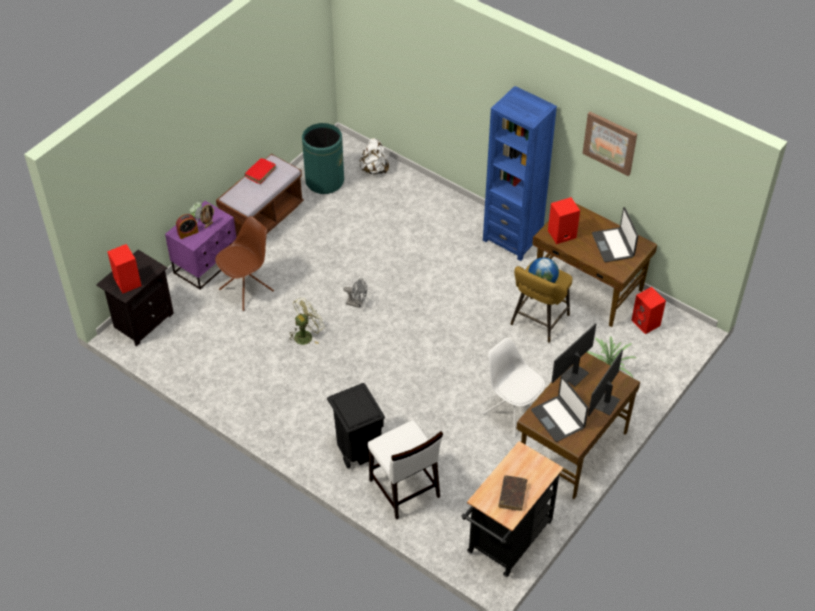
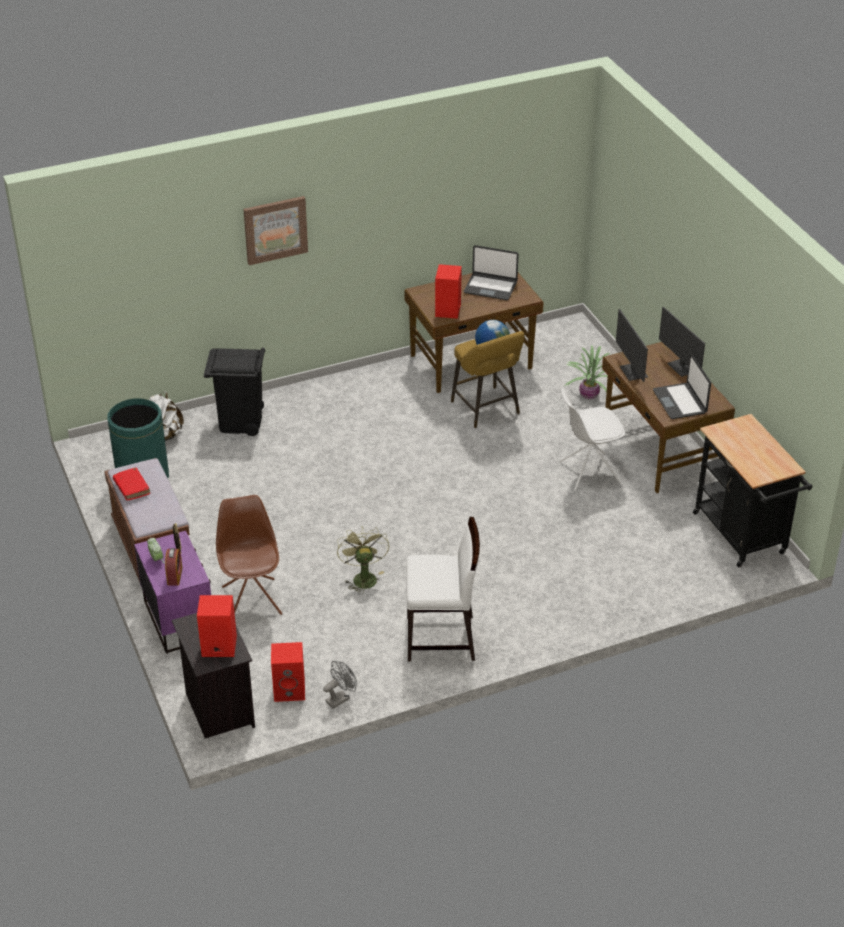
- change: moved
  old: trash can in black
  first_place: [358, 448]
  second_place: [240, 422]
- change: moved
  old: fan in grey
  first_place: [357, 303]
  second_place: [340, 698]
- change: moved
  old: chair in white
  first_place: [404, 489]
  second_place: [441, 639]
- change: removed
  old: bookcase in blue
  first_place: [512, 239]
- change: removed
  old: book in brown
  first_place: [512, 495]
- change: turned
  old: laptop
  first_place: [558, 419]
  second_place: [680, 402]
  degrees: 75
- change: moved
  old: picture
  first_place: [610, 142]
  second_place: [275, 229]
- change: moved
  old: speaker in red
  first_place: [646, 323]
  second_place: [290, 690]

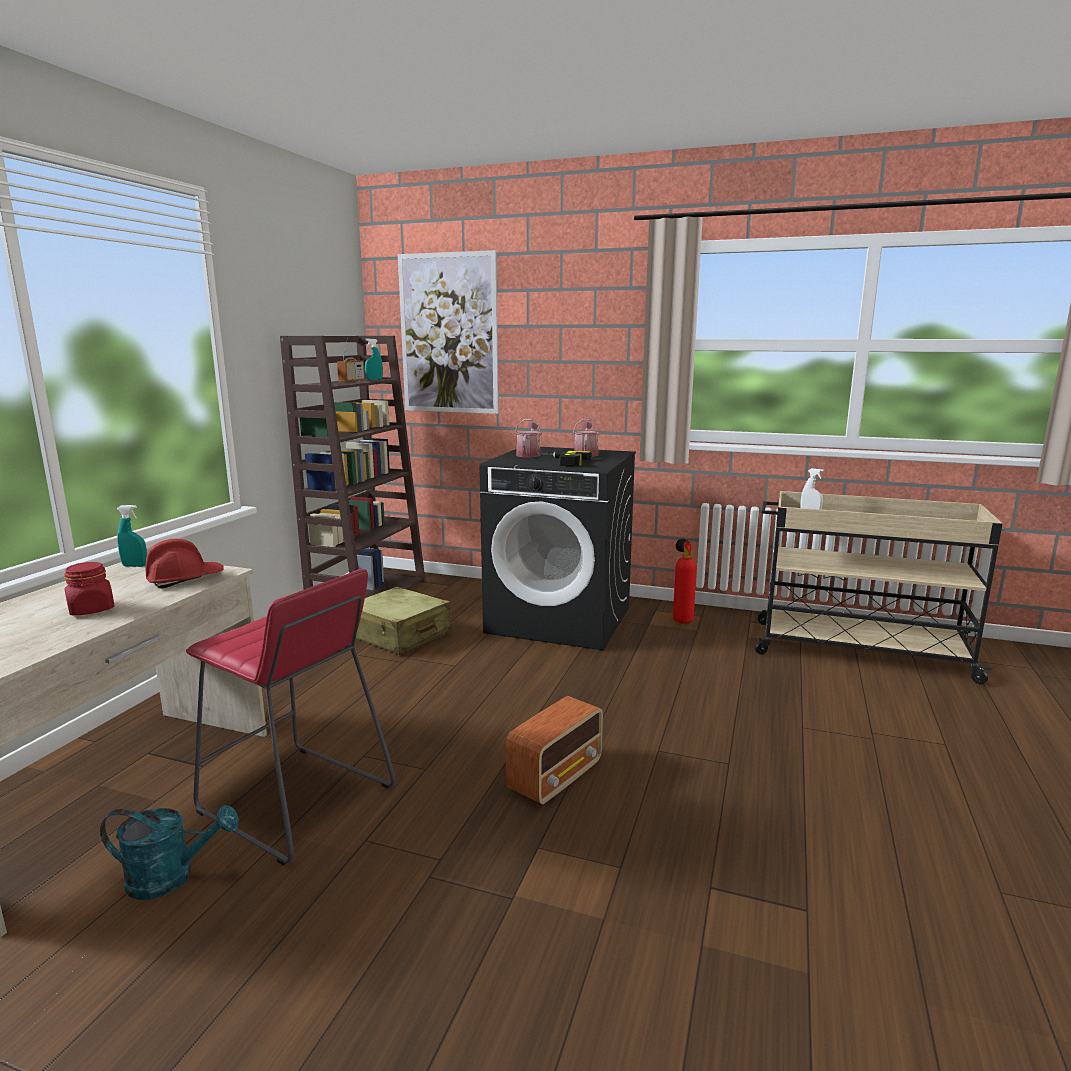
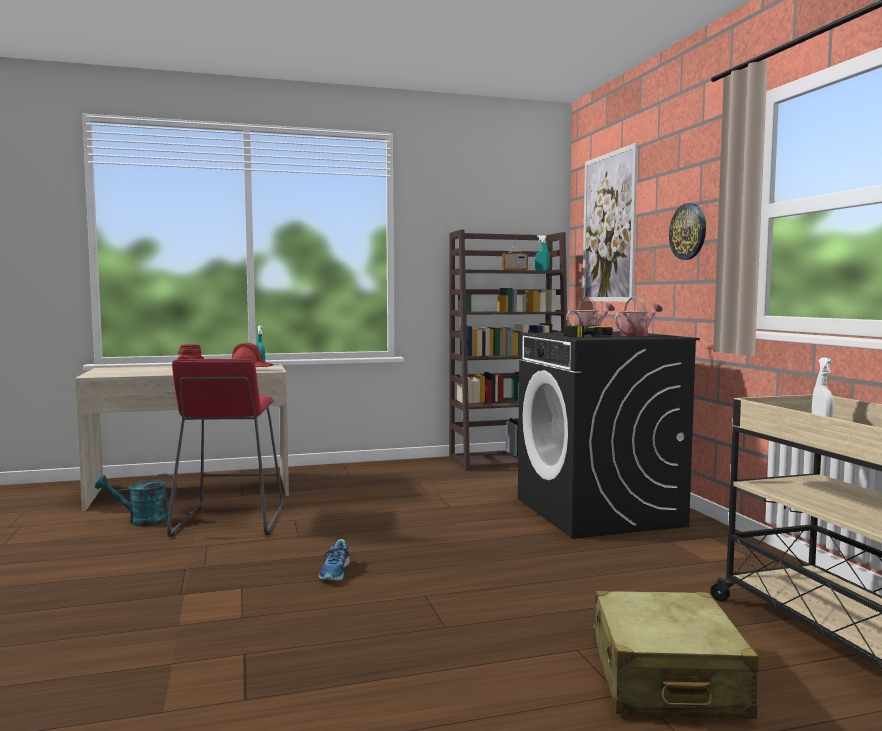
- change: turned
  old: watering can in turquoise
  first_place: [172, 877]
  second_place: [141, 521]
  degrees: 120
- change: moved
  old: suitcase in beige
  first_place: [399, 635]
  second_place: [666, 679]
- change: replaced
  old: radio
  new: shoe
  first_place: [556, 777]
  second_place: [336, 572]
- change: removed
  old: fire extinguisher
  first_place: [681, 620]
- change: added
  new: wall clock
  second_place: [688, 231]

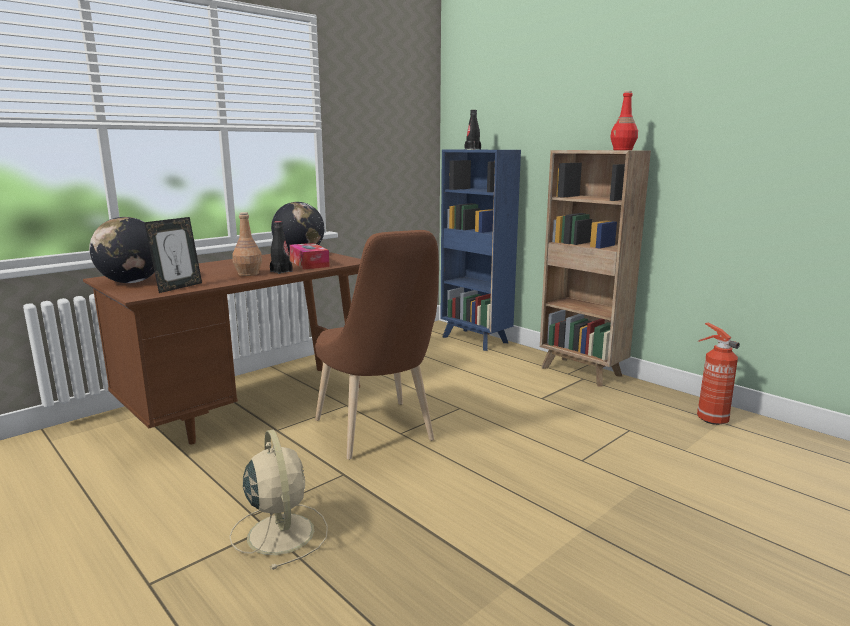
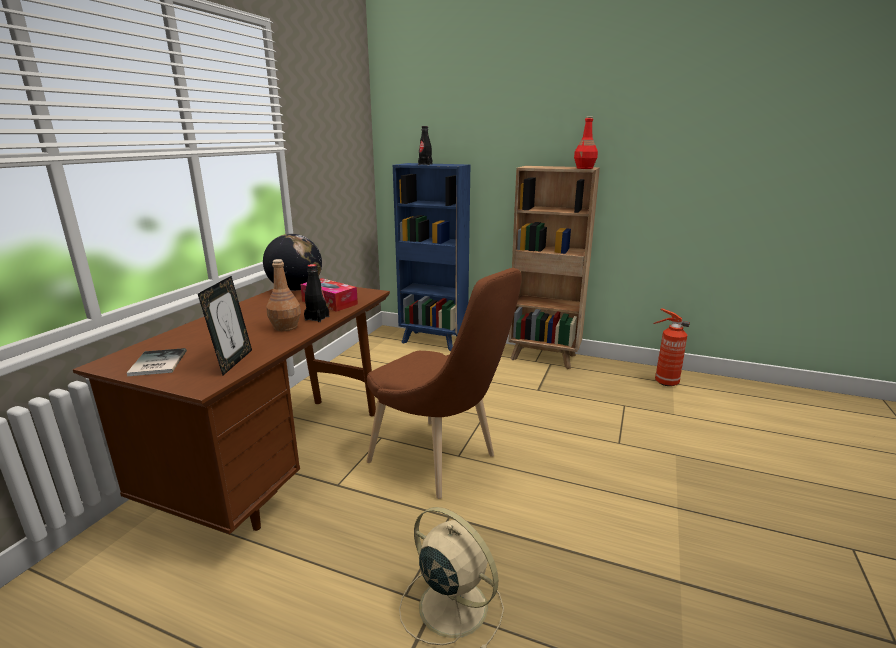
- change: replaced
  old: globe
  new: book
  first_place: [131, 282]
  second_place: [156, 364]

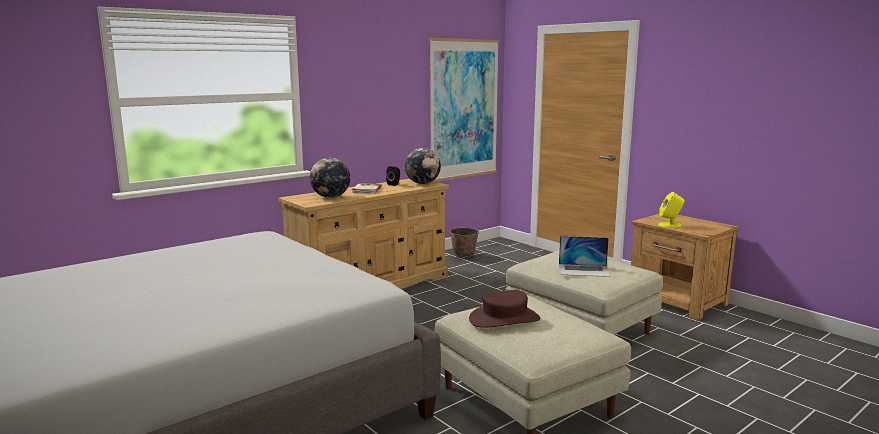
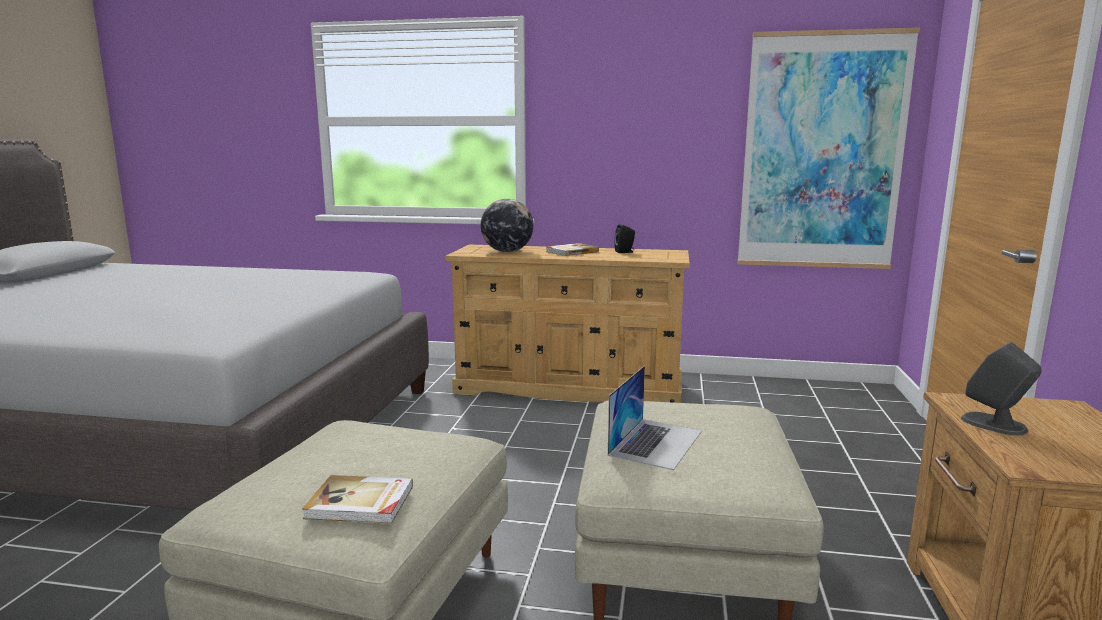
- change: removed
  old: globe
  first_place: [422, 183]
- change: removed
  old: planter
  first_place: [463, 256]
- change: removed
  old: hat in brown
  first_place: [504, 319]
- change: turned
  old: laptop
  first_place: [584, 270]
  second_place: [656, 442]
  degrees: -120
- change: recoloured
  old: speaker in yellow
  new: speaker in grey
  first_place: [670, 225]
  second_place: [994, 424]
- change: added
  new: book
  second_place: [360, 503]

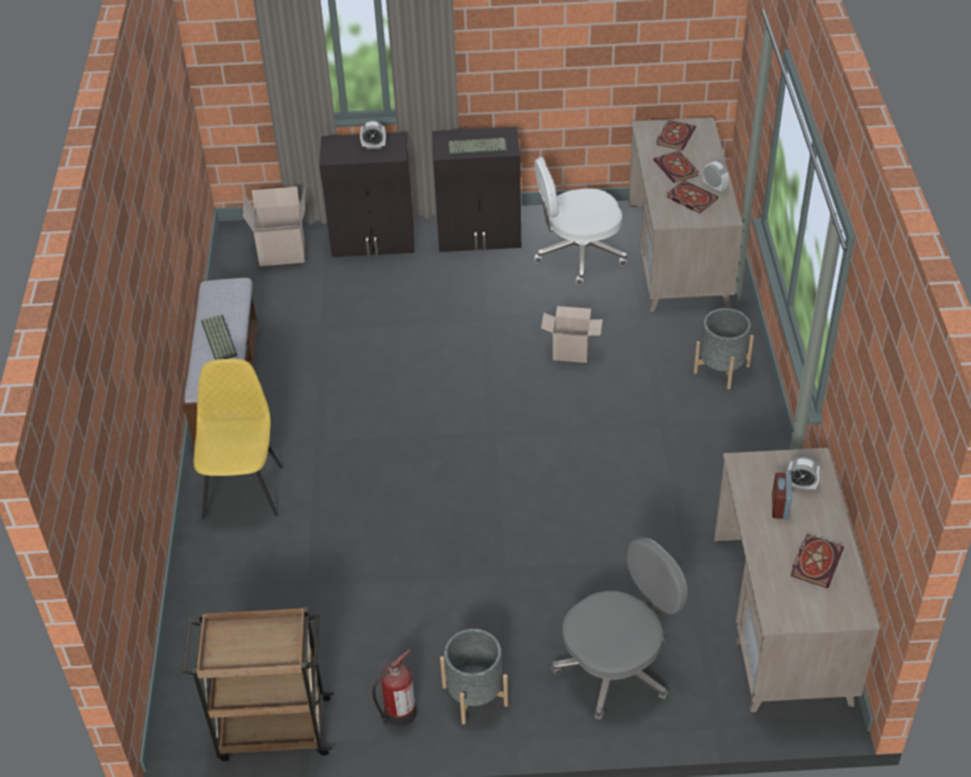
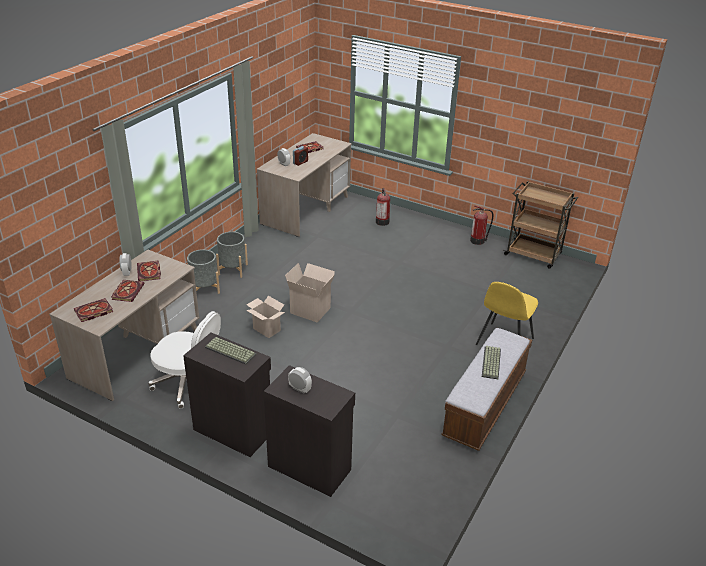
- change: moved
  old: cardboard box
  first_place: [281, 253]
  second_place: [311, 310]
- change: moved
  old: planter in grey
  first_place: [475, 695]
  second_place: [233, 269]
- change: replaced
  old: office chair in grey
  new: fire extinguisher
  first_place: [616, 668]
  second_place: [382, 221]

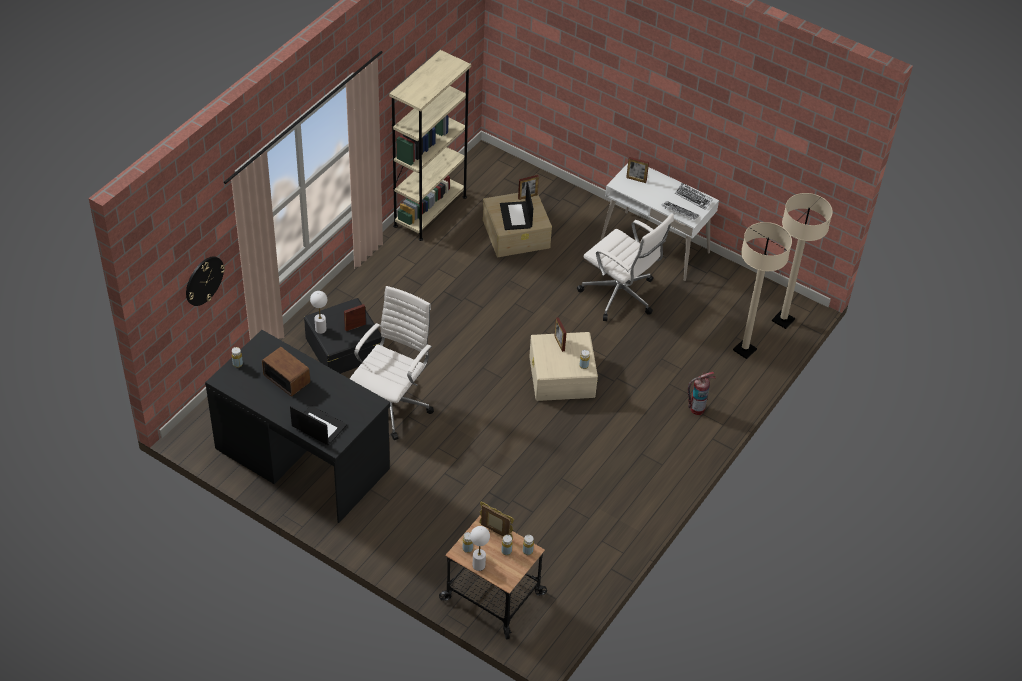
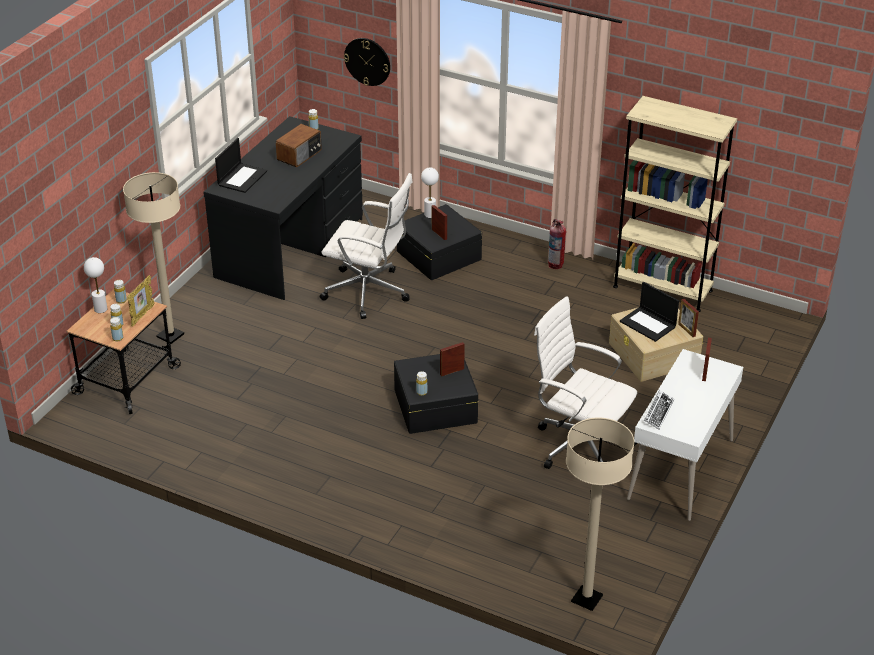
- change: turned
  old: laptop
  first_place: [516, 216]
  second_place: [648, 324]
  degrees: -120
- change: recoloured
  old: storage box in beige
  new: storage box in black
  first_place: [561, 377]
  second_place: [434, 405]
- change: turned
  old: office chair in white
  first_place: [620, 296]
  second_place: [580, 444]
  degrees: 90
- change: removed
  old: keyboard
  first_place: [693, 198]
- change: moved
  old: fire extinguisher
  first_place: [697, 409]
  second_place: [556, 264]
- change: moved
  old: floor lamp in beige
  first_place: [744, 350]
  second_place: [170, 336]

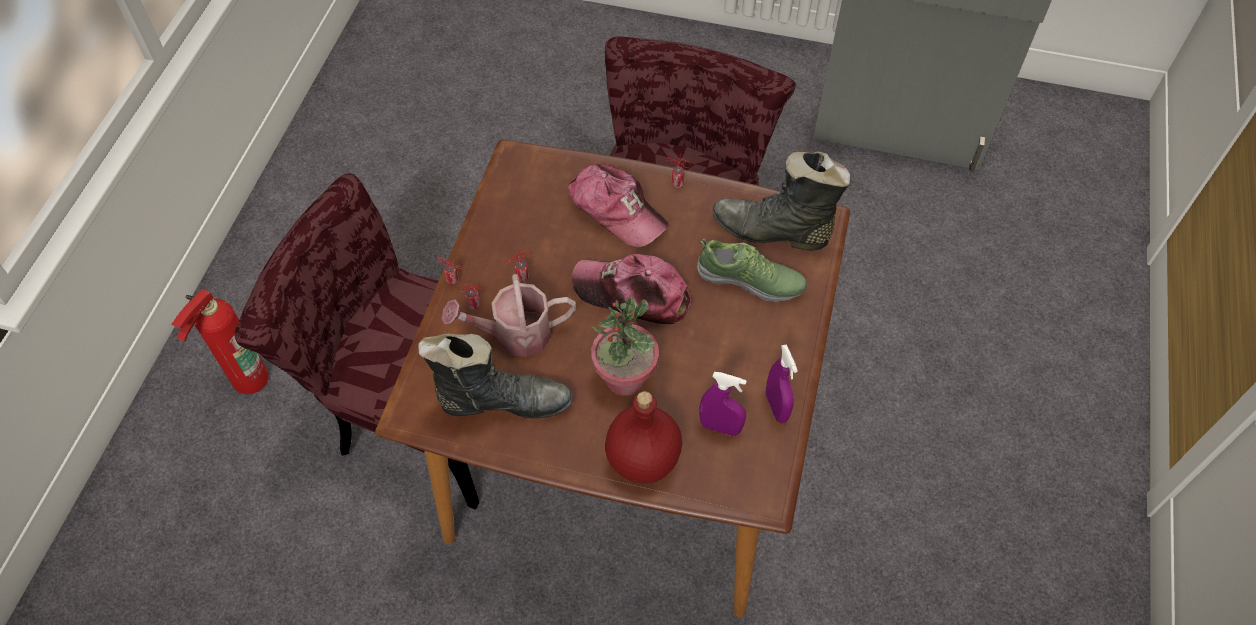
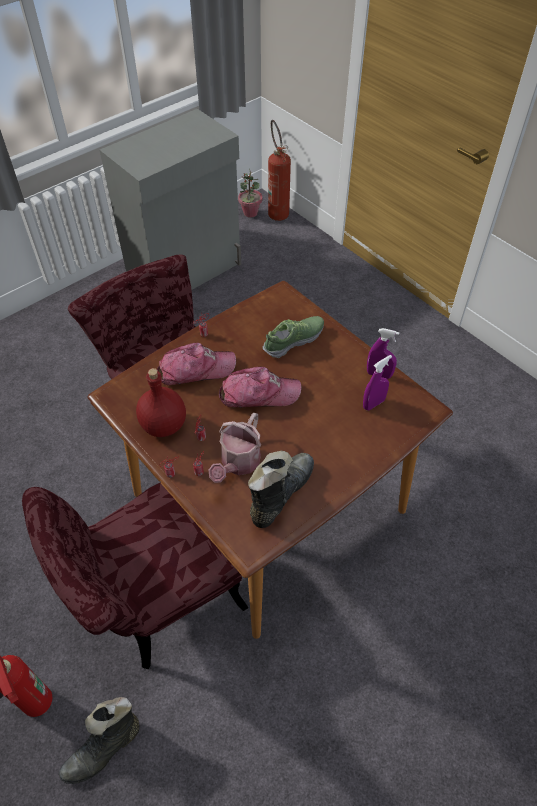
- change: turned
  old: cap
  first_place: [632, 294]
  second_place: [259, 394]
  degrees: -150
- change: moved
  old: potted plant
  first_place: [624, 378]
  second_place: [250, 213]
- change: moved
  old: bottle in red
  first_place: [642, 460]
  second_place: [164, 426]
- change: moved
  old: boot in black
  first_place: [773, 231]
  second_place: [104, 749]
- change: added
  new: fire extinguisher
  second_place: [276, 211]

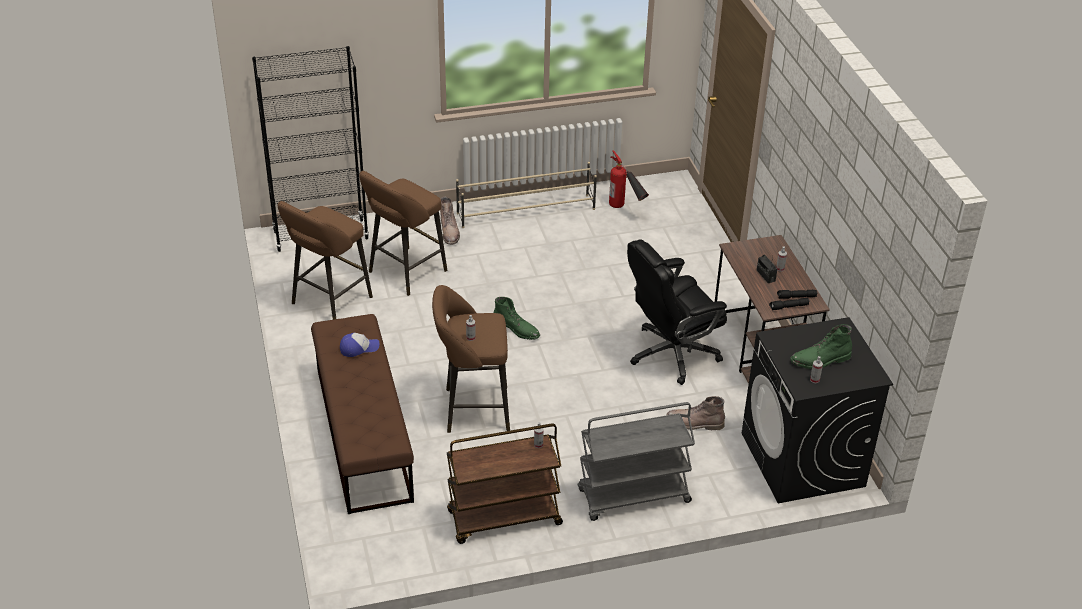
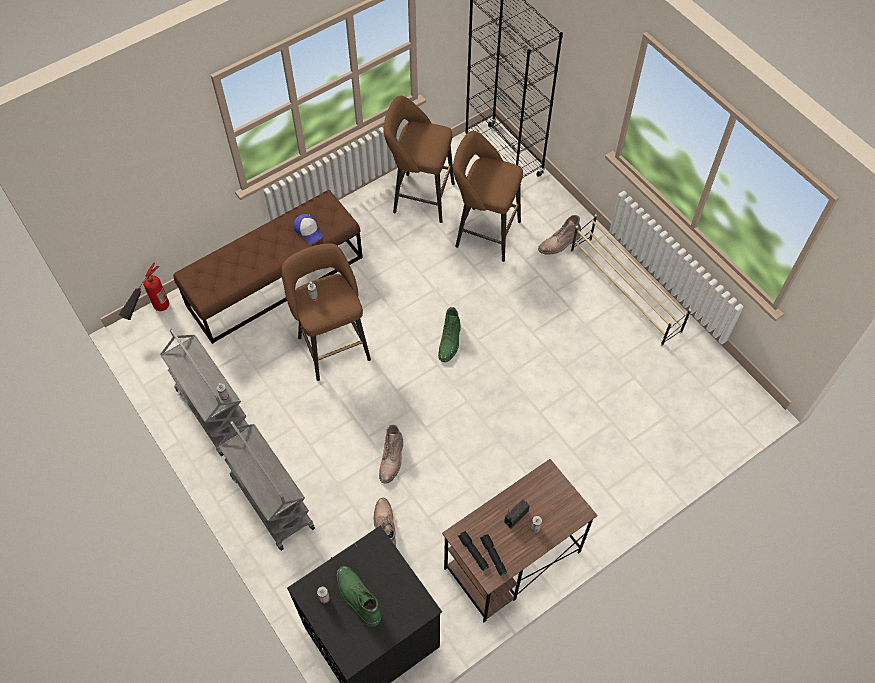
- change: recoloured
  old: cart in brown
  new: cart in grey
  first_place: [503, 519]
  second_place: [214, 412]
- change: moved
  old: fire extinguisher
  first_place: [625, 211]
  second_place: [151, 315]
- change: removed
  old: office chair in black
  first_place: [671, 353]
- change: added
  new: boot in brown
  second_place: [392, 460]

